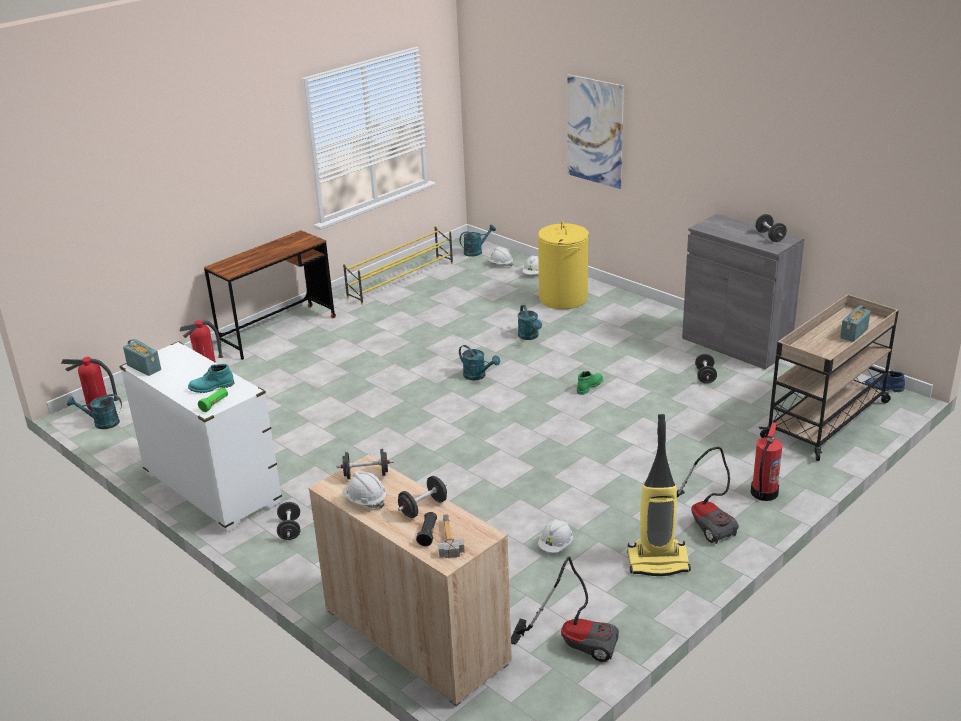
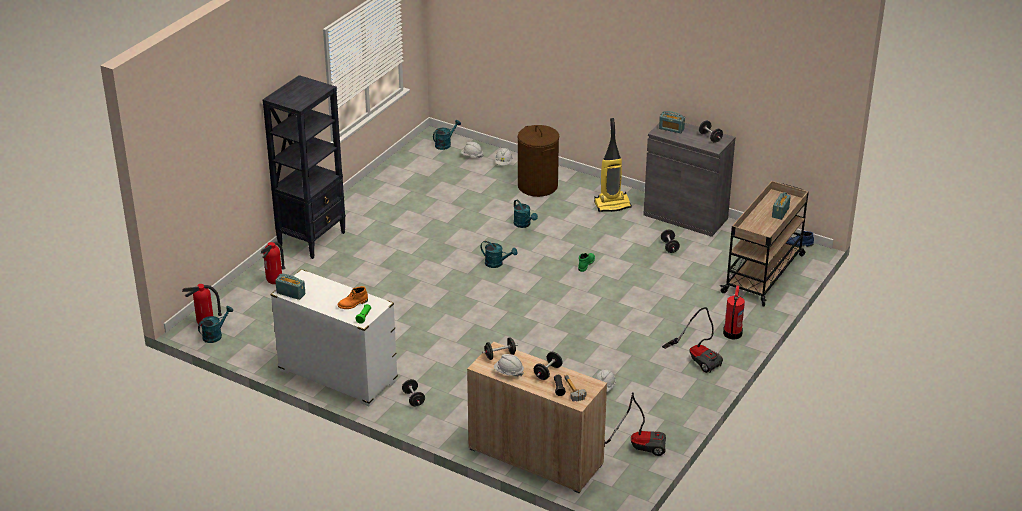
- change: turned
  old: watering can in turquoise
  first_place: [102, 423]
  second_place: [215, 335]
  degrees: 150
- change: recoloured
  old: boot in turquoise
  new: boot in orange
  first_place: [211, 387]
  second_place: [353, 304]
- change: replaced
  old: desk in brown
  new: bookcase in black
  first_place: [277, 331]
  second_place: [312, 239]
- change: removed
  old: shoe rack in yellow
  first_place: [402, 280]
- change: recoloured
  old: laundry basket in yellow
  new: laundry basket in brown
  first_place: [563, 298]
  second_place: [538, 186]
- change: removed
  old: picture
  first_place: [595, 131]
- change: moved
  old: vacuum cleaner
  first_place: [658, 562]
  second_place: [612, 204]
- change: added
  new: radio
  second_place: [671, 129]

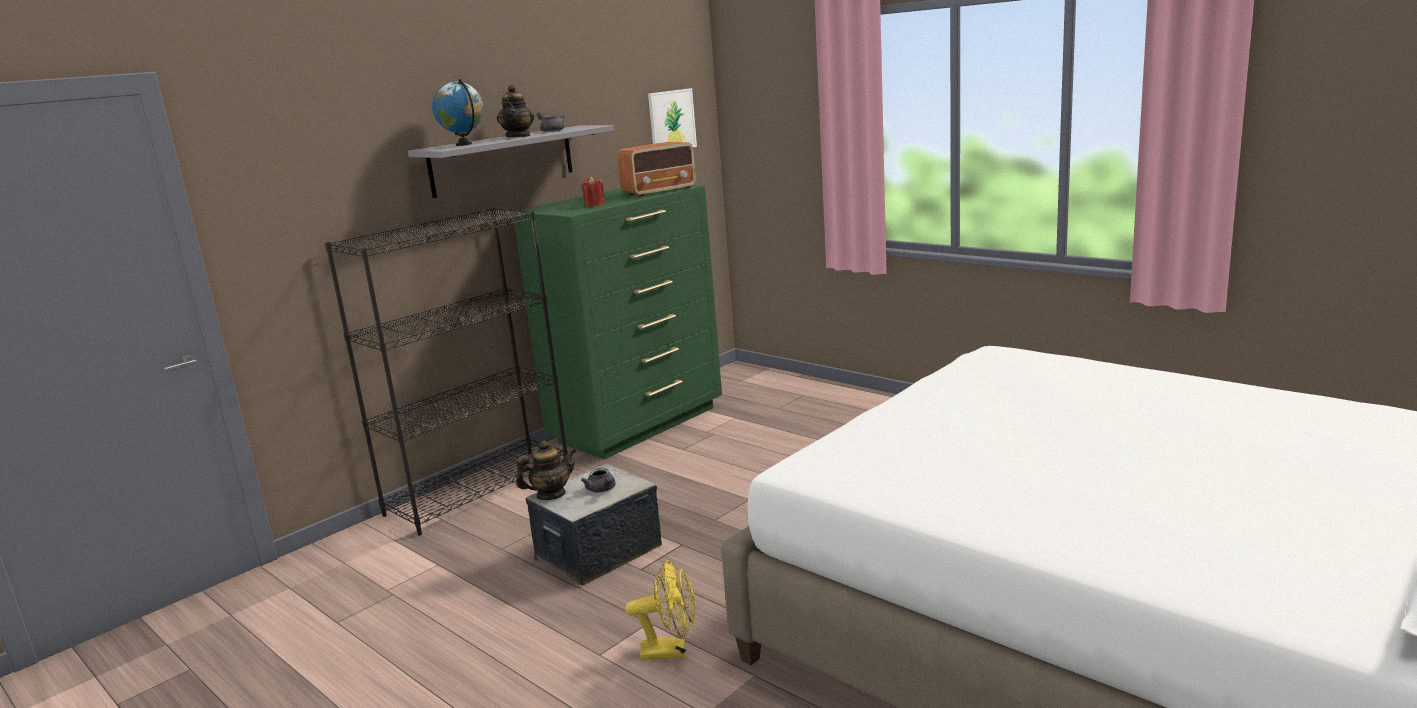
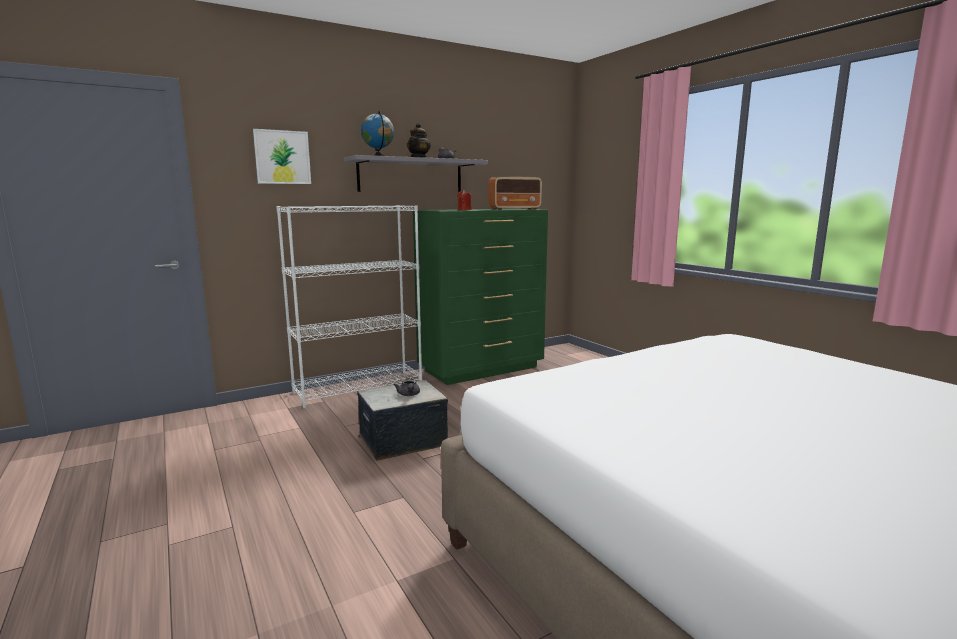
- change: recoloured
  old: bookcase in black
  new: bookcase in white
  first_place: [480, 489]
  second_place: [359, 388]
- change: removed
  old: teapot
  first_place: [550, 495]
- change: removed
  old: fan in yellow
  first_place: [671, 651]
- change: moved
  old: picture
  first_place: [671, 121]
  second_place: [282, 157]

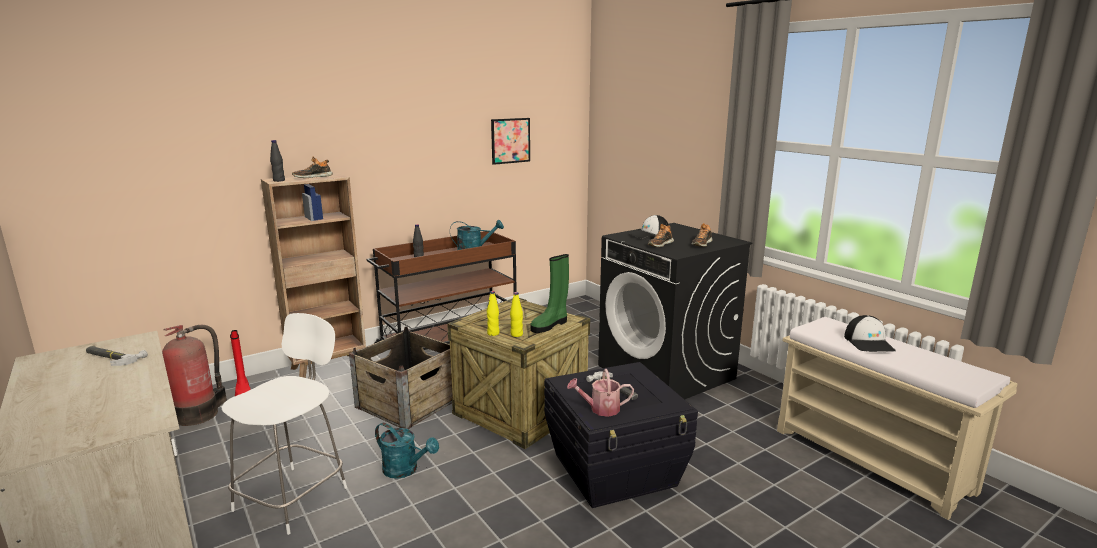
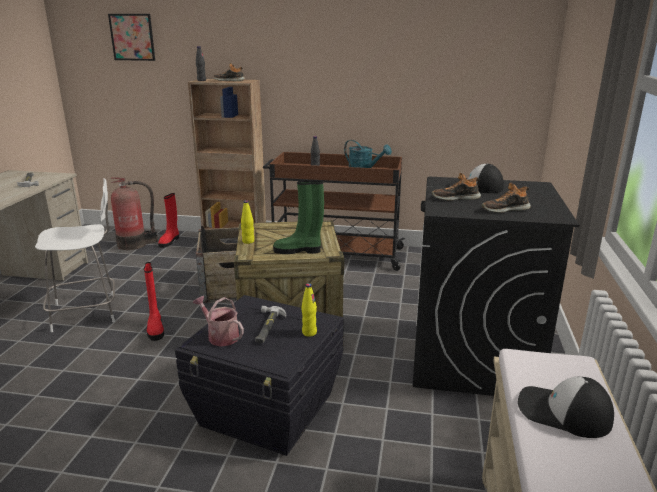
- change: replaced
  old: watering can in turquoise
  new: boot in red
  first_place: [405, 470]
  second_place: [155, 328]
- change: moved
  old: picture
  first_place: [510, 140]
  second_place: [132, 37]
- change: moved
  old: bottle in yellow
  first_place: [516, 334]
  second_place: [309, 332]
- change: turned
  old: cap
  first_place: [869, 343]
  second_place: [563, 412]
  degrees: 75

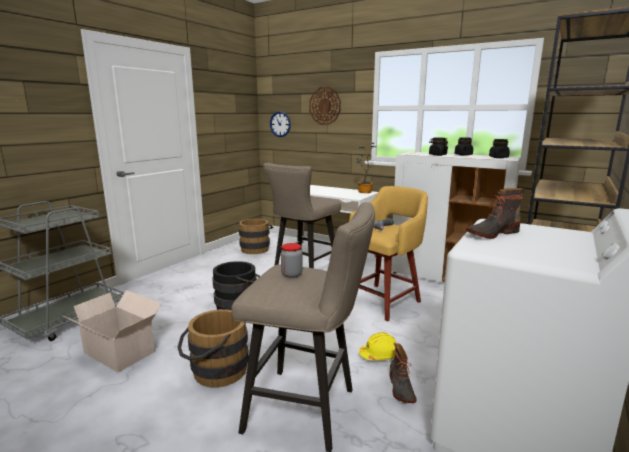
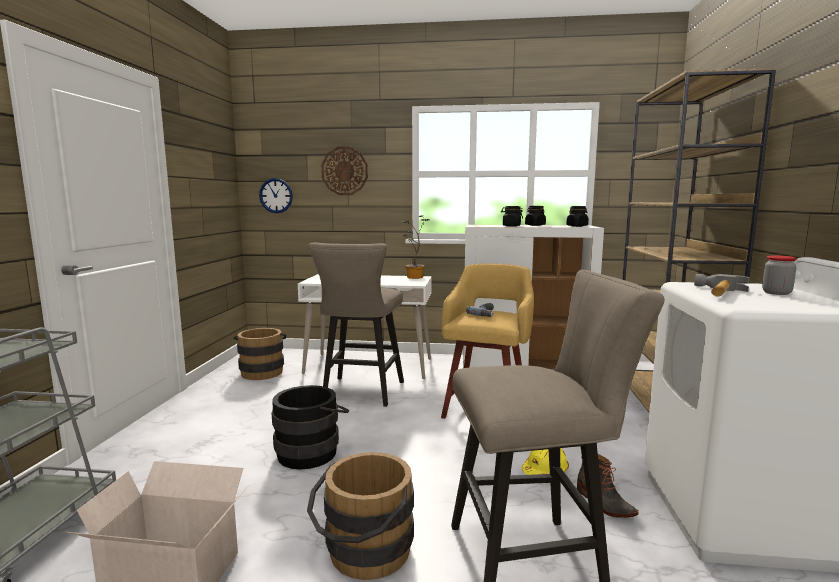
- change: moved
  old: jar
  first_place: [291, 274]
  second_place: [776, 293]
- change: replaced
  old: boot
  new: hammer
  first_place: [491, 233]
  second_place: [717, 293]

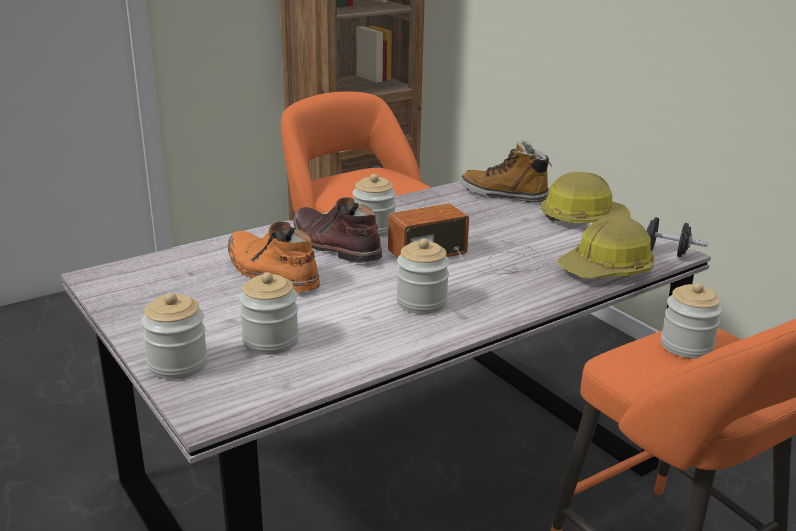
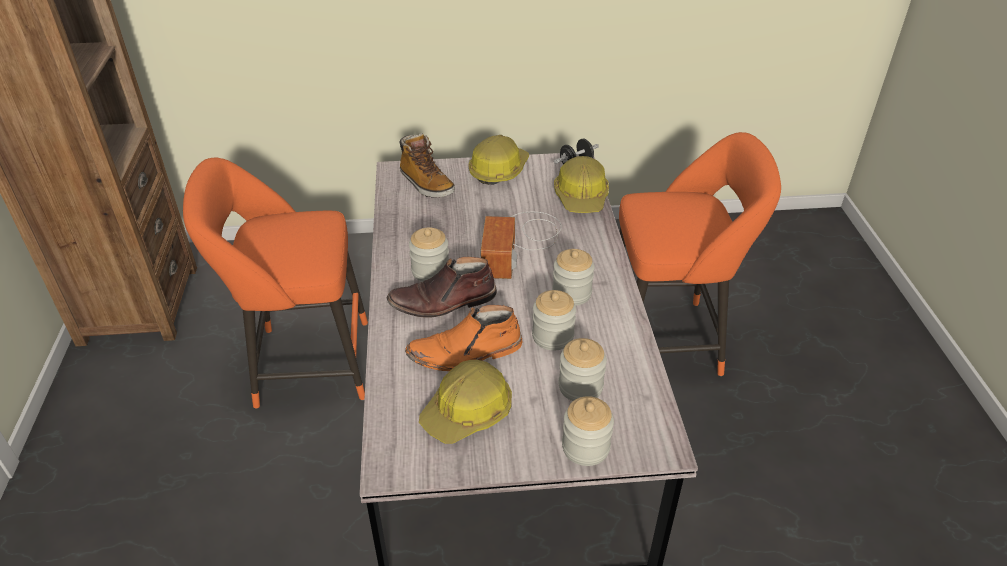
- change: turned
  old: boot
  first_place: [504, 195]
  second_place: [426, 184]
  degrees: -90
- change: moved
  old: jar
  first_place: [686, 346]
  second_place: [552, 336]
- change: added
  new: hard hat
  second_place: [468, 412]

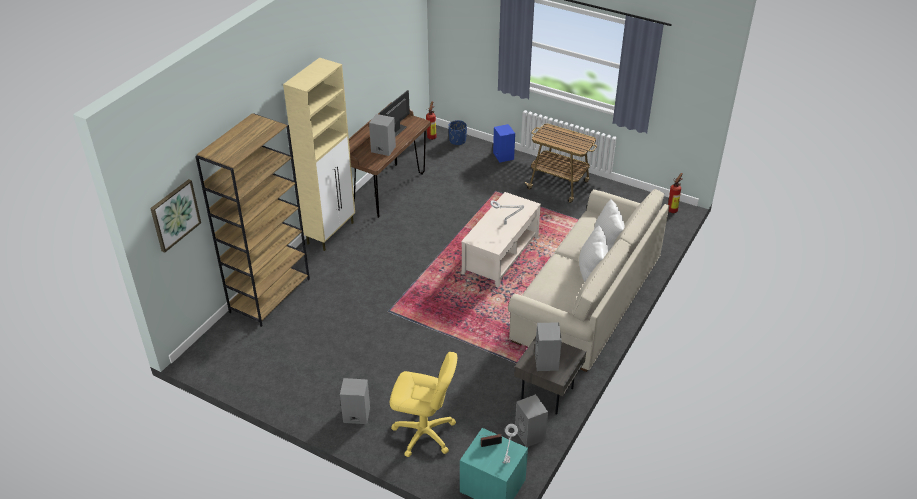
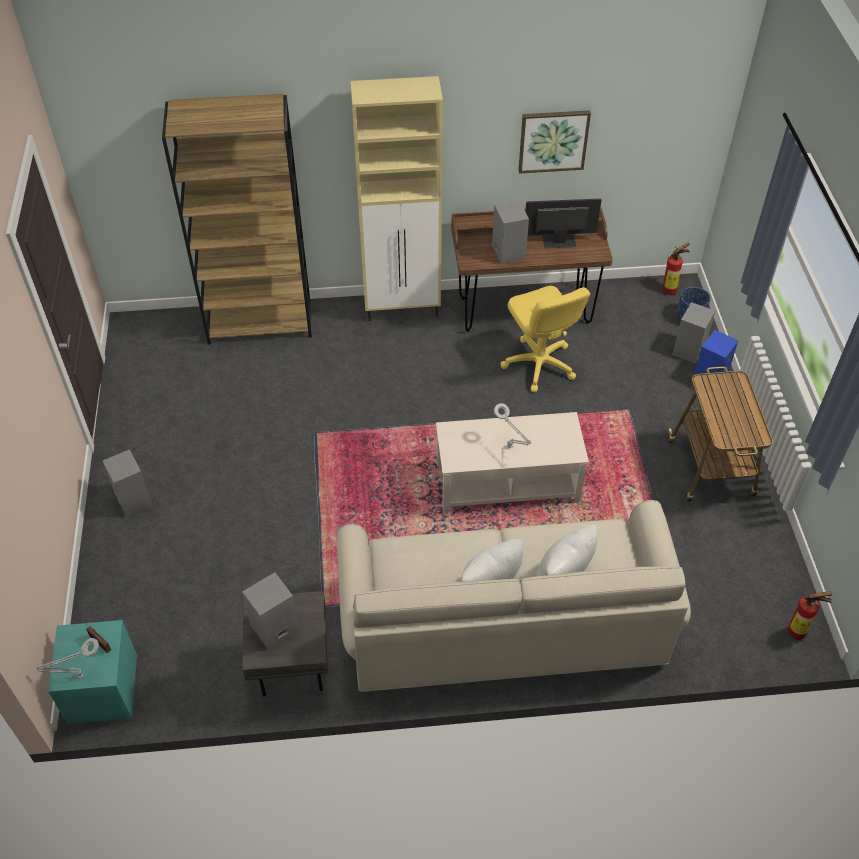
- change: moved
  old: picture
  first_place: [175, 215]
  second_place: [553, 140]
- change: moved
  old: office chair in yellow
  first_place: [424, 433]
  second_place: [539, 364]
- change: moved
  old: speaker in grey
  first_place: [531, 435]
  second_place: [689, 351]

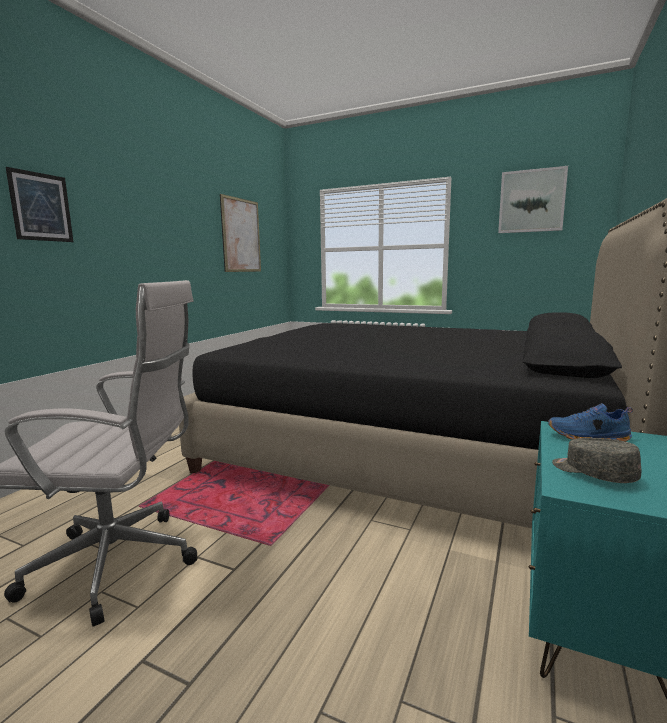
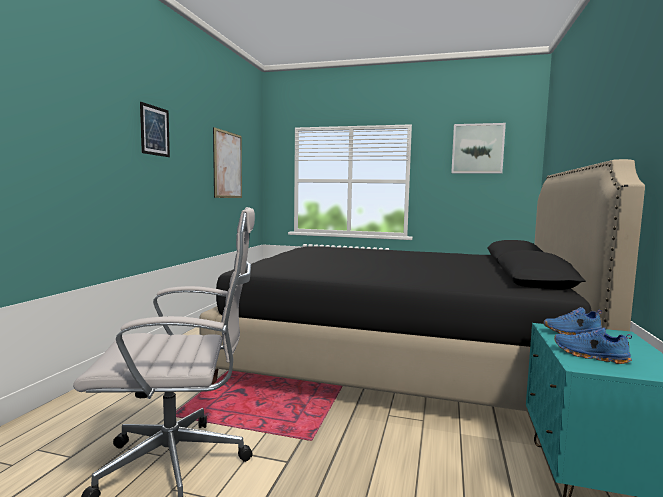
- change: moved
  old: picture
  first_place: [41, 207]
  second_place: [155, 130]
- change: replaced
  old: cap in grey
  new: shoe in blue
  first_place: [593, 473]
  second_place: [590, 356]

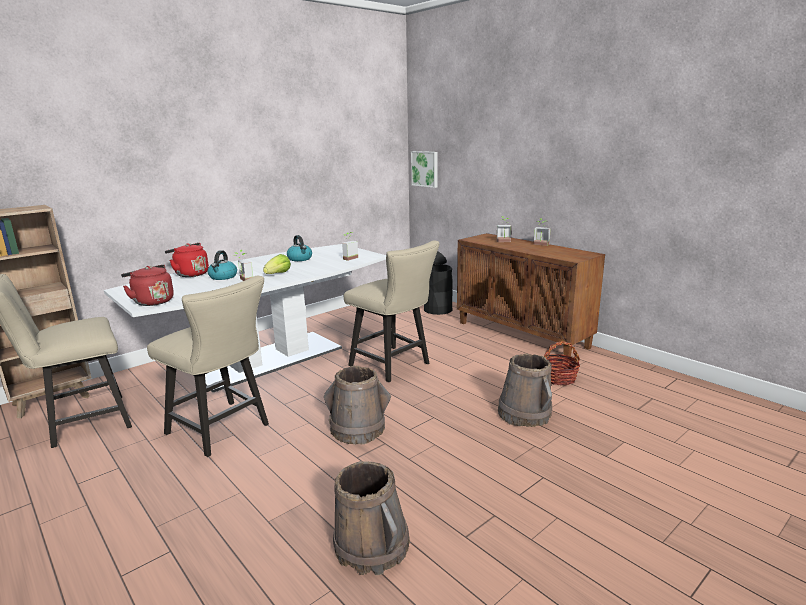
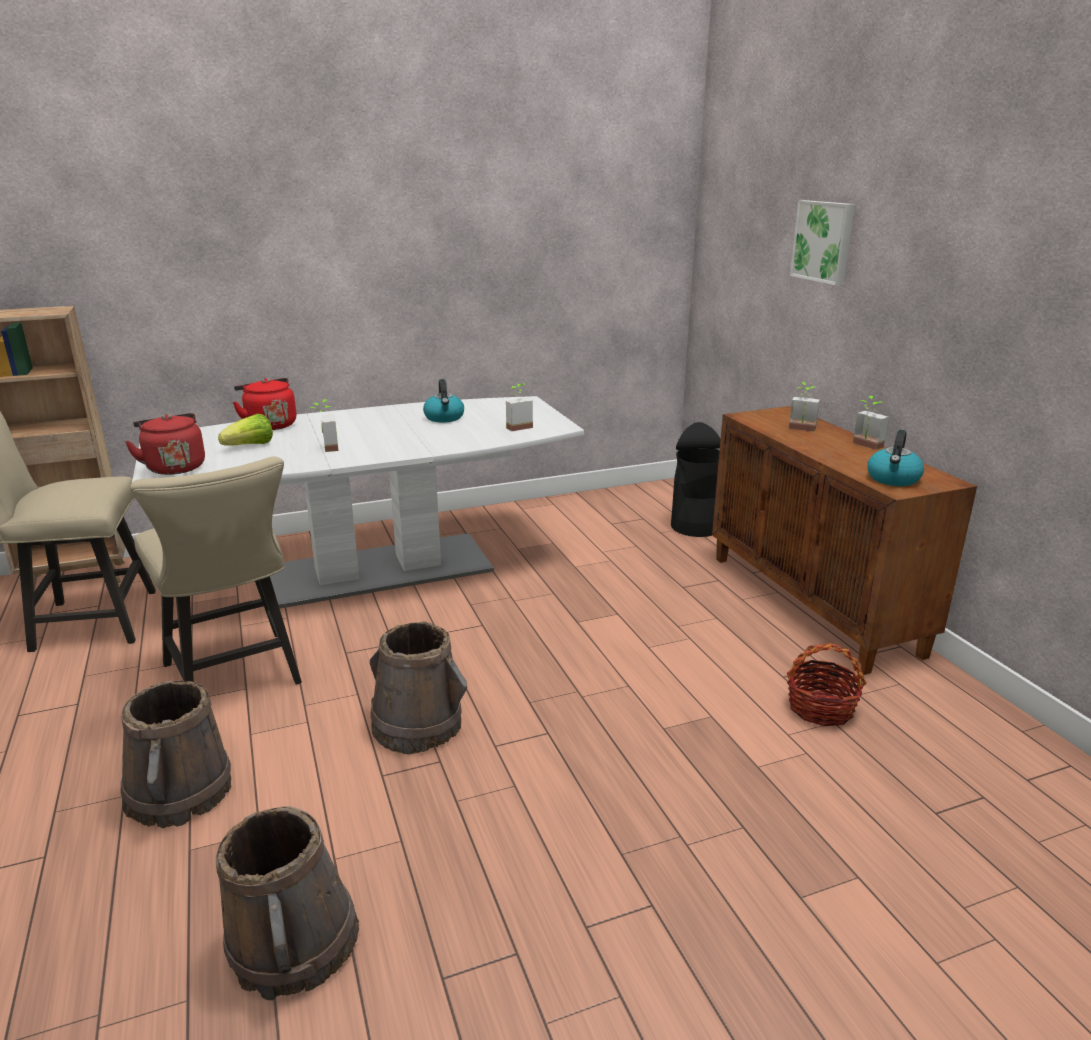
- change: moved
  old: kettle
  first_place: [223, 277]
  second_place: [893, 479]
- change: moved
  old: lettuce
  first_place: [278, 274]
  second_place: [250, 446]
- change: removed
  old: chair in beige
  first_place: [394, 366]
- change: moved
  old: picture
  first_place: [425, 169]
  second_place: [824, 241]
- change: moved
  old: bucket in brown
  first_place: [524, 414]
  second_place: [179, 792]

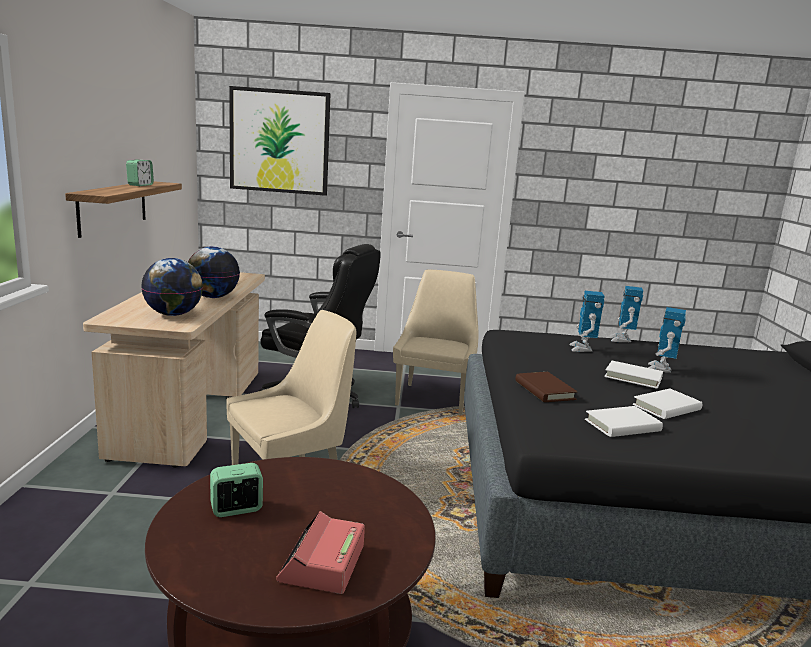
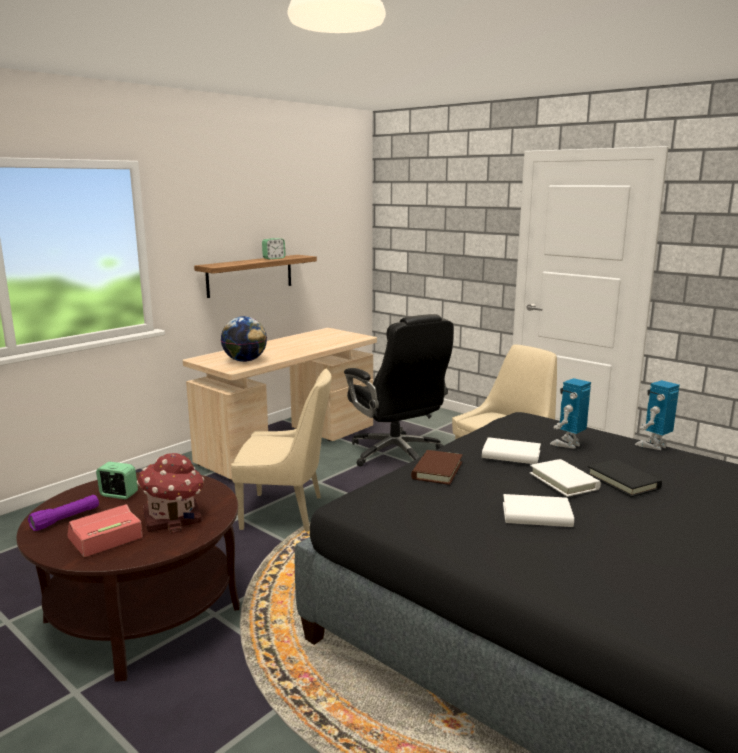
- change: removed
  old: globe
  first_place: [213, 297]
- change: removed
  old: picture
  first_place: [279, 141]
- change: moved
  old: book in white
  first_place: [622, 425]
  second_place: [511, 455]
- change: replaced
  old: toy robot
  new: book in black
  first_place: [660, 369]
  second_place: [623, 481]
- change: added
  new: flashlight in purple
  second_place: [66, 519]
- change: added
  new: toy house
  second_place: [174, 517]

